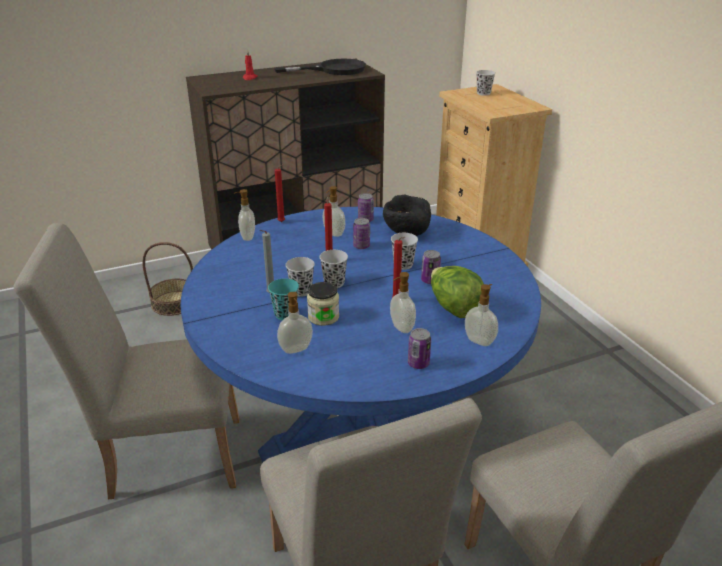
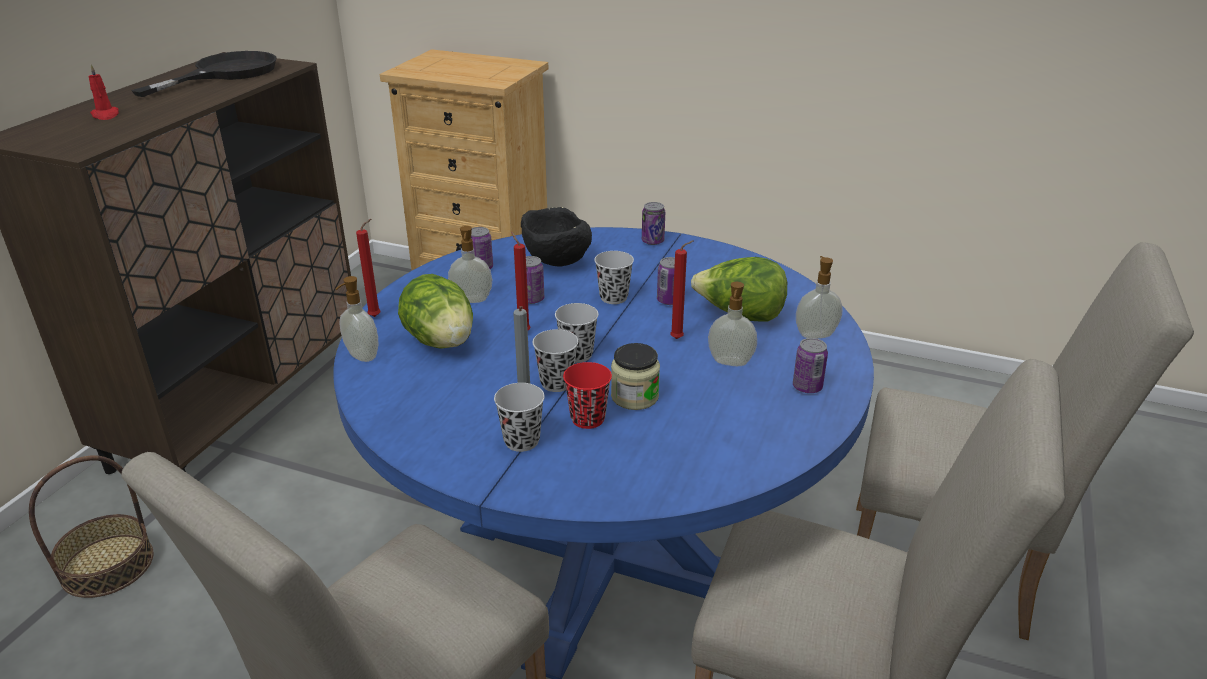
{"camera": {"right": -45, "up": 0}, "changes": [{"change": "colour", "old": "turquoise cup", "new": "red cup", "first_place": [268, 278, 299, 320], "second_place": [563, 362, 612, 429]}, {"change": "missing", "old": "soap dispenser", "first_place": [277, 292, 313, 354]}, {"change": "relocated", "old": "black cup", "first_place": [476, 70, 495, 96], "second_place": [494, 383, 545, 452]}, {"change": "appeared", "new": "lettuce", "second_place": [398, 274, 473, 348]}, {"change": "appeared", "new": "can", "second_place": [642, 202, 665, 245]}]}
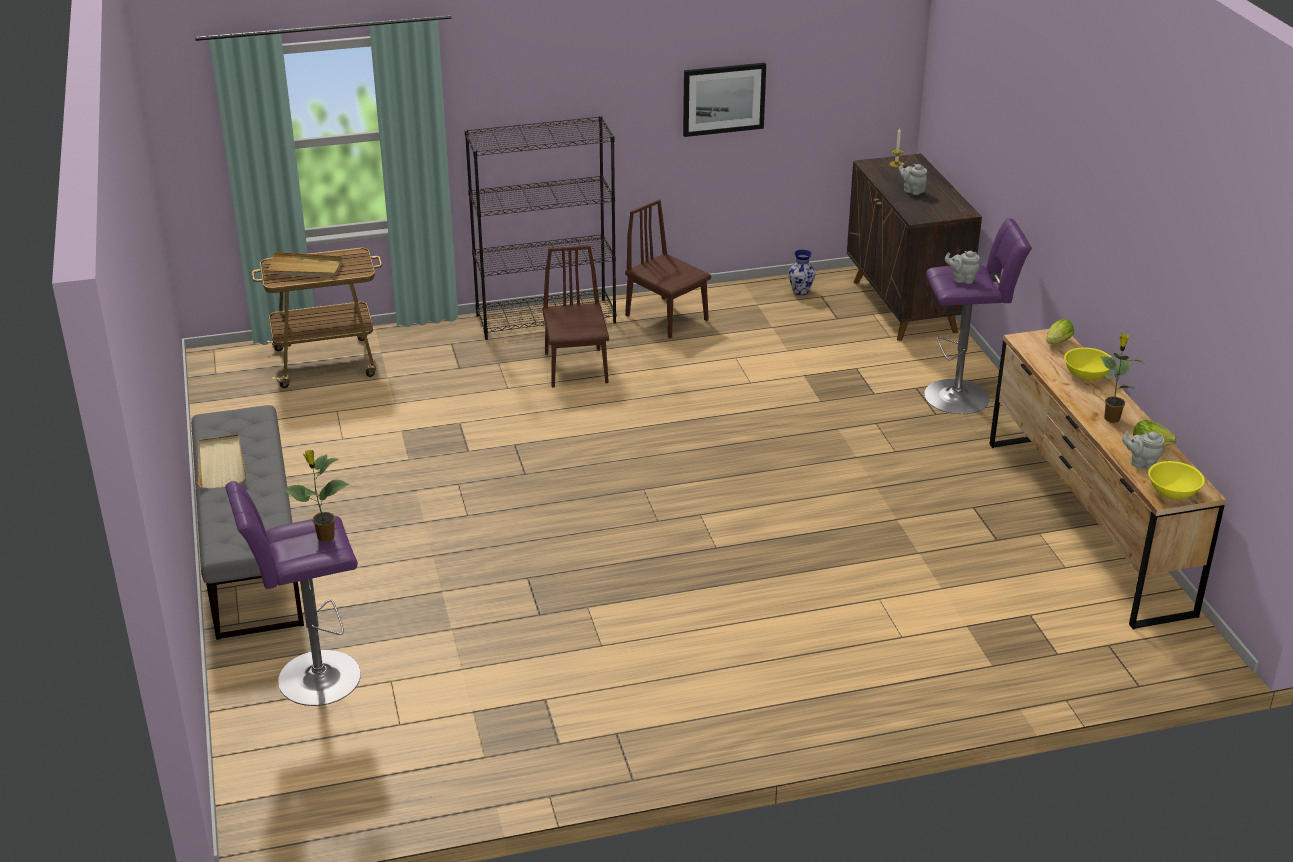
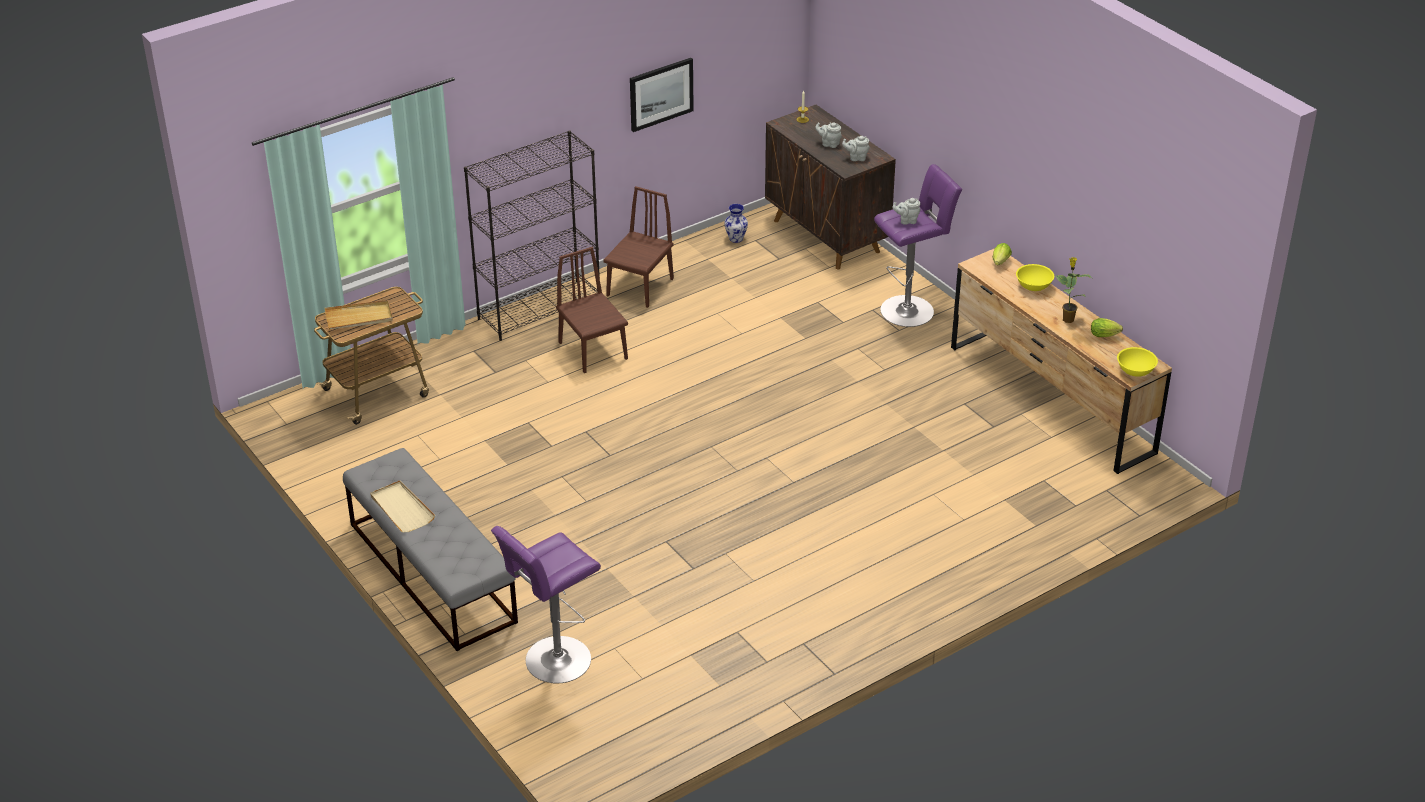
{"camera": {"right": -20, "up": 5}, "changes": [{"change": "missing", "old": "potted plant", "first_place": [283, 450, 350, 542]}, {"change": "spun", "old": "brown chair", "first_place": [625, 199, 711, 338], "second_place": [604, 186, 674, 308], "degrees": 90}, {"change": "relocated", "old": "grey teapot", "first_place": [1122, 432, 1164, 470], "second_place": [842, 136, 870, 161]}]}
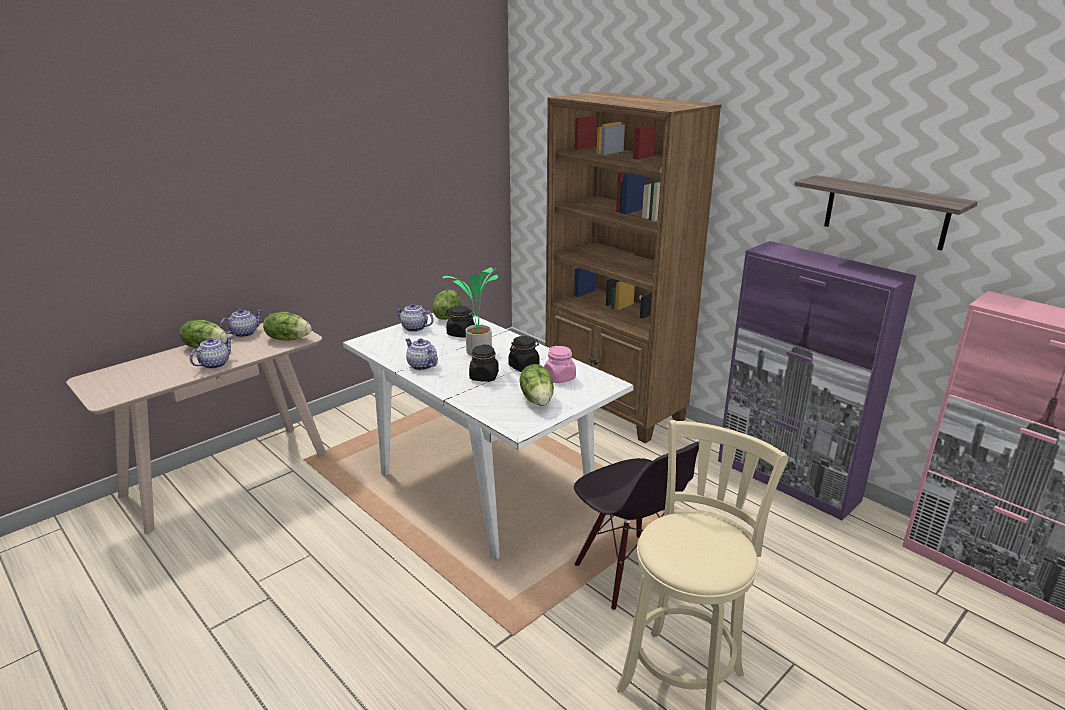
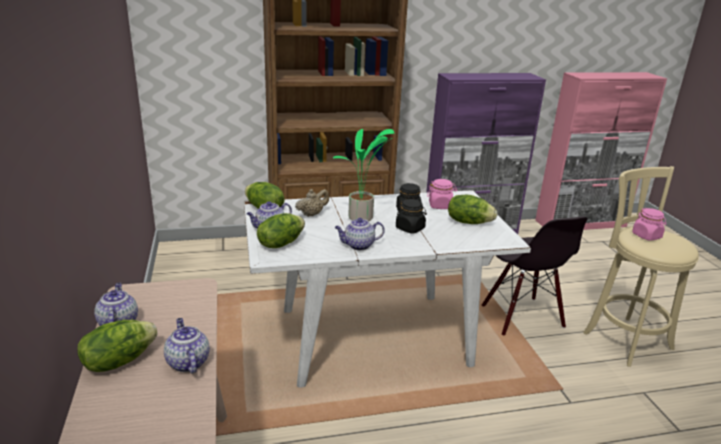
{"camera": {"right": -60, "up": 0}, "changes": [{"change": "relocated", "old": "lettuce", "first_place": [263, 312, 312, 341], "second_place": [257, 213, 305, 248]}, {"change": "exchanged", "old": "black jar", "new": "beige teapot", "first_place": [445, 305, 475, 338], "second_place": [295, 189, 329, 217]}, {"change": "spun", "old": "black chair", "first_place": [574, 442, 699, 611], "second_place": [482, 216, 588, 336], "degrees": 75}, {"change": "missing", "old": "shelf", "first_place": [794, 175, 978, 251]}, {"change": "appeared", "new": "pink jar", "second_place": [632, 208, 666, 241]}]}
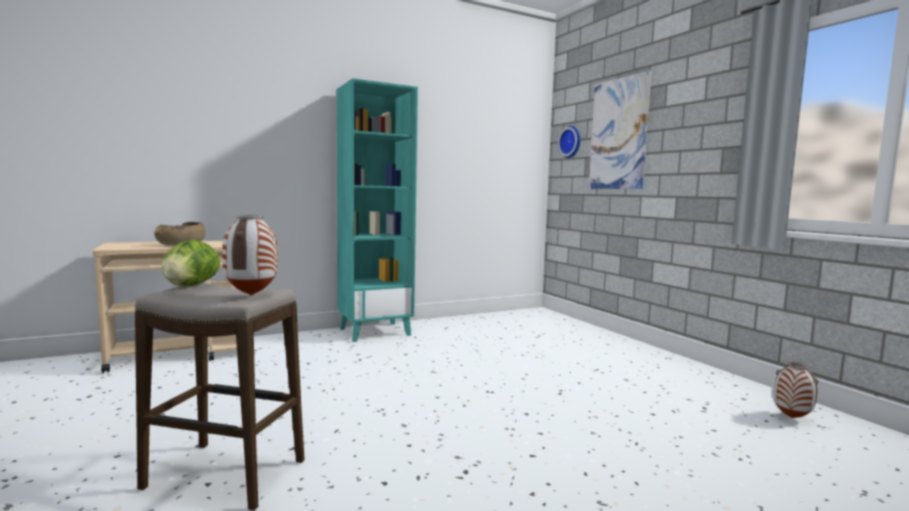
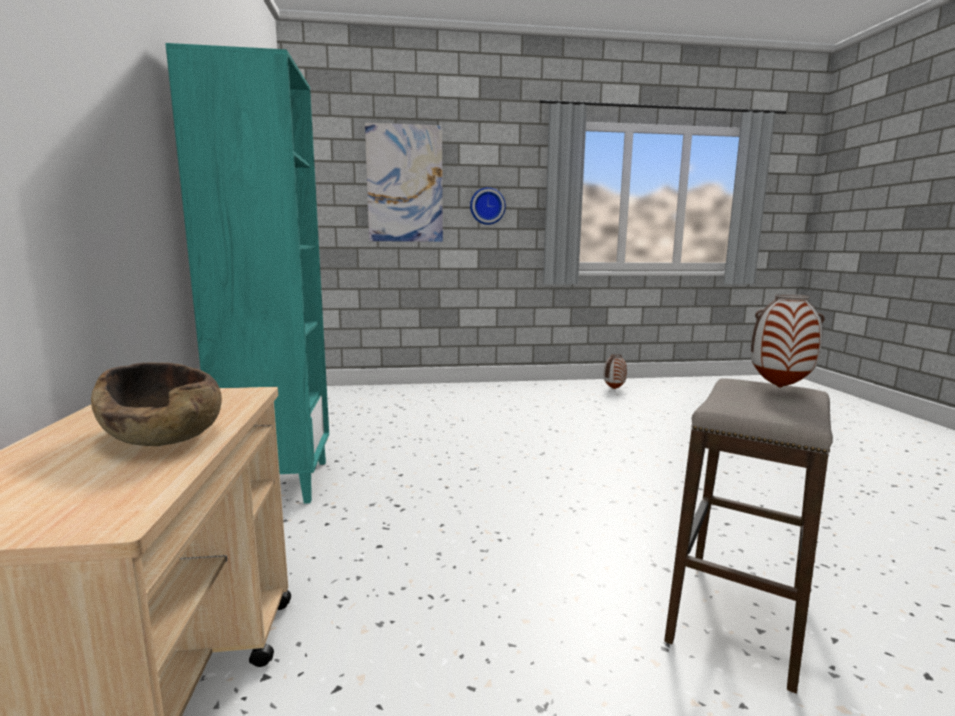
{"camera": {"right": -70, "up": 5}, "changes": [{"change": "missing", "old": "lettuce", "first_place": [162, 240, 220, 287]}, {"change": "relocated", "old": "wall clock", "first_place": [558, 126, 581, 158], "second_place": [470, 187, 506, 225]}]}
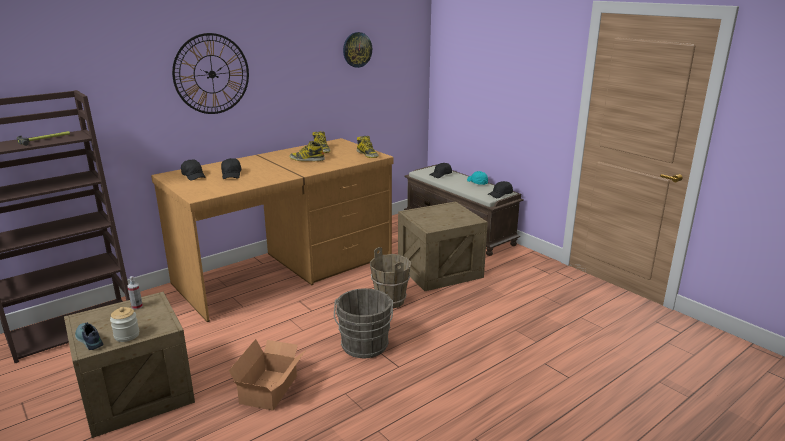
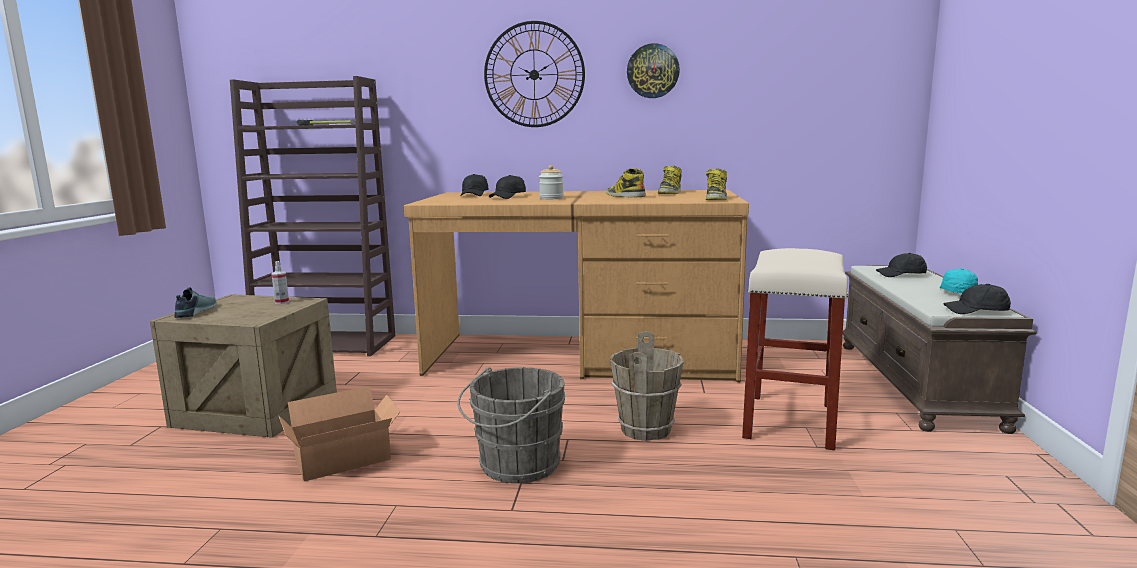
{"camera": {"right": 45, "up": -10}, "changes": [{"change": "relocated", "old": "jar", "first_place": [110, 307, 139, 342], "second_place": [539, 165, 564, 199]}, {"change": "relocated", "old": "wall clock", "first_place": [343, 32, 372, 68], "second_place": [627, 43, 680, 98]}, {"change": "exchanged", "old": "crate", "new": "beige stool", "first_place": [398, 202, 488, 291], "second_place": [742, 248, 848, 450]}]}
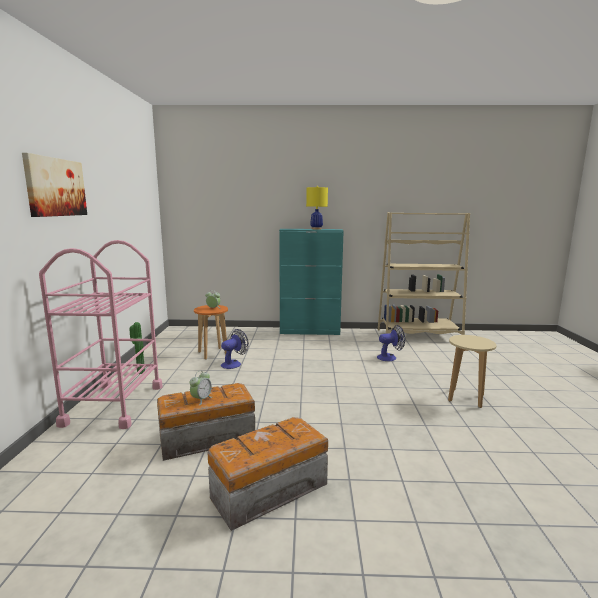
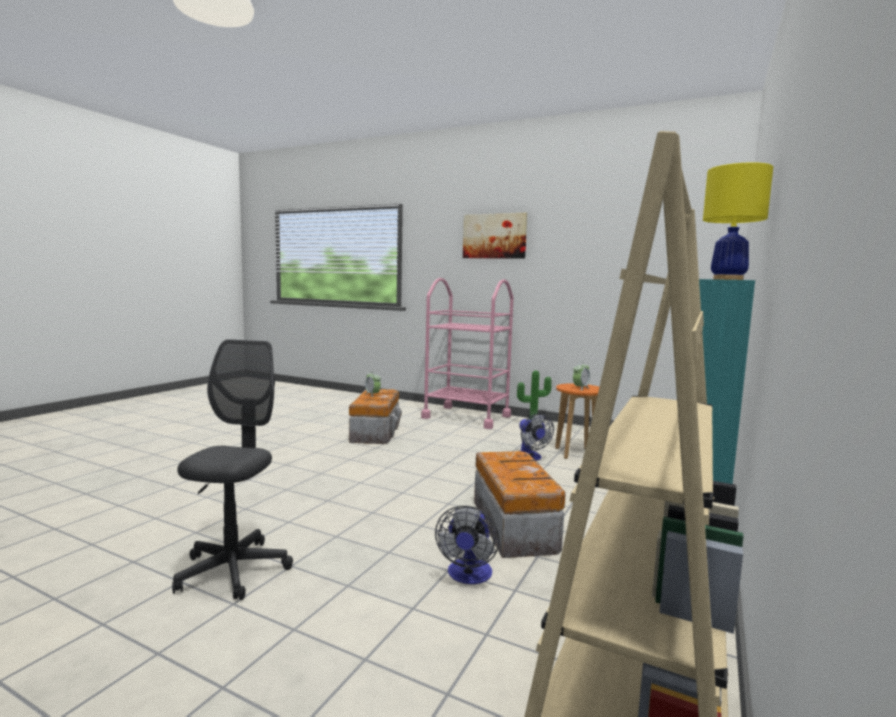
{"camera": {"right": 115, "up": -5}, "changes": [{"change": "relocated", "old": "storage box", "first_place": [207, 417, 328, 531], "second_place": [474, 451, 565, 558]}, {"change": "exchanged", "old": "beige stool", "new": "grey office chair", "first_place": [448, 335, 497, 408], "second_place": [172, 339, 293, 600]}]}
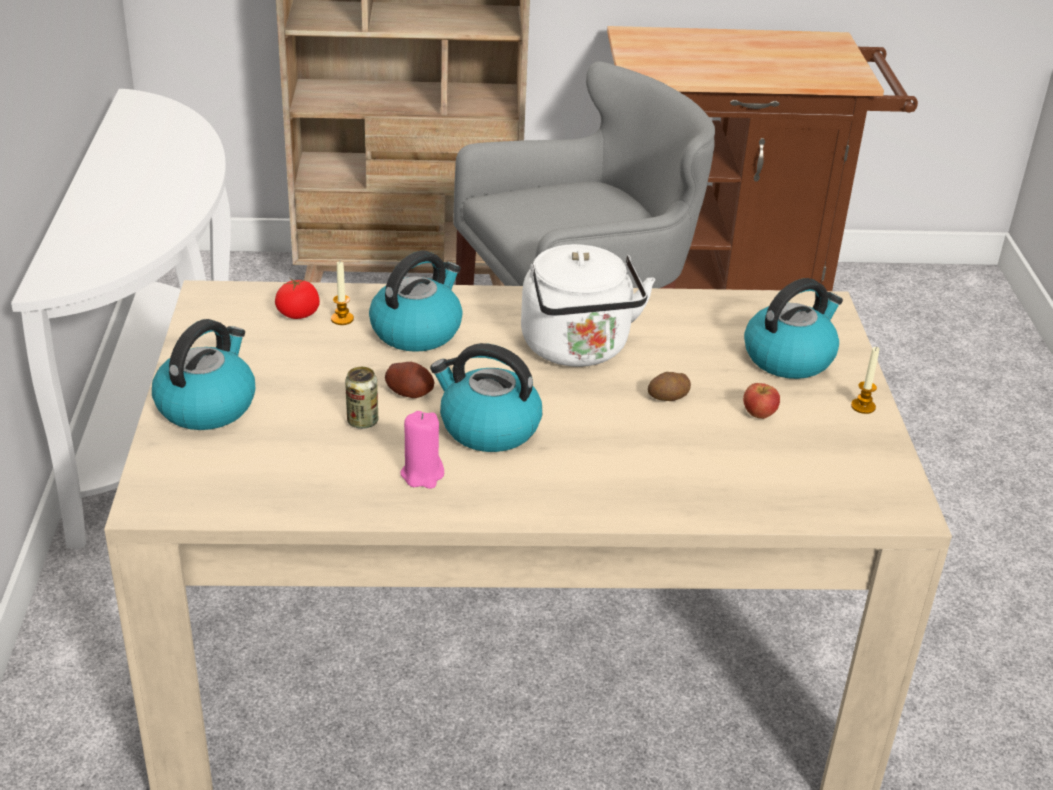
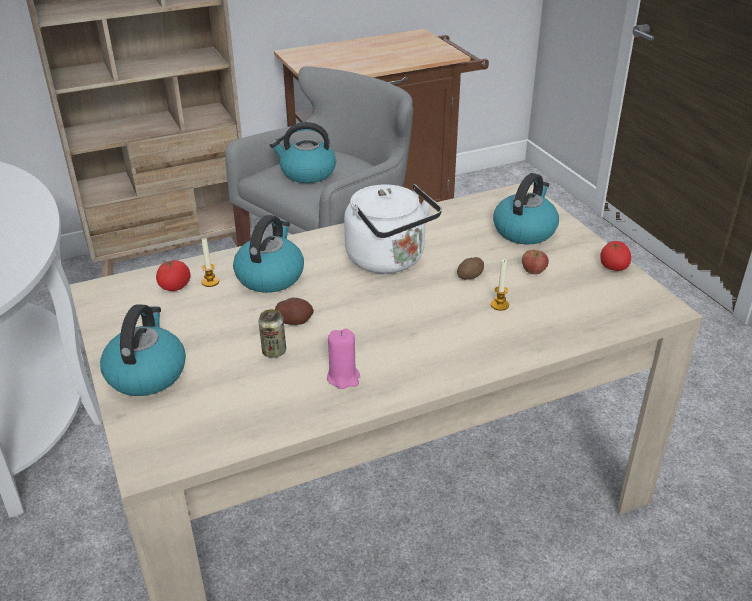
{"camera": {"right": -20, "up": 0}, "changes": [{"change": "relocated", "old": "kettle", "first_place": [430, 343, 542, 452], "second_place": [270, 122, 336, 183]}, {"change": "relocated", "old": "candle", "first_place": [851, 346, 880, 414], "second_place": [491, 259, 509, 311]}, {"change": "appeared", "new": "tomato", "second_place": [600, 241, 631, 271]}]}
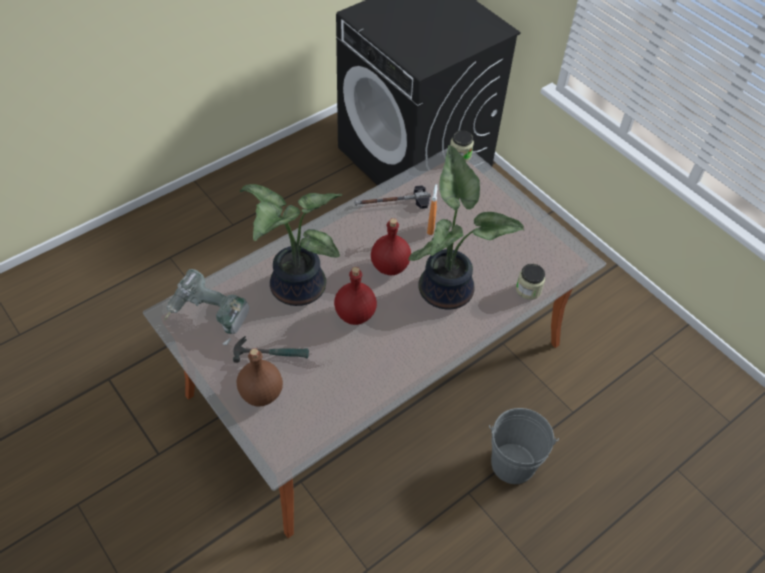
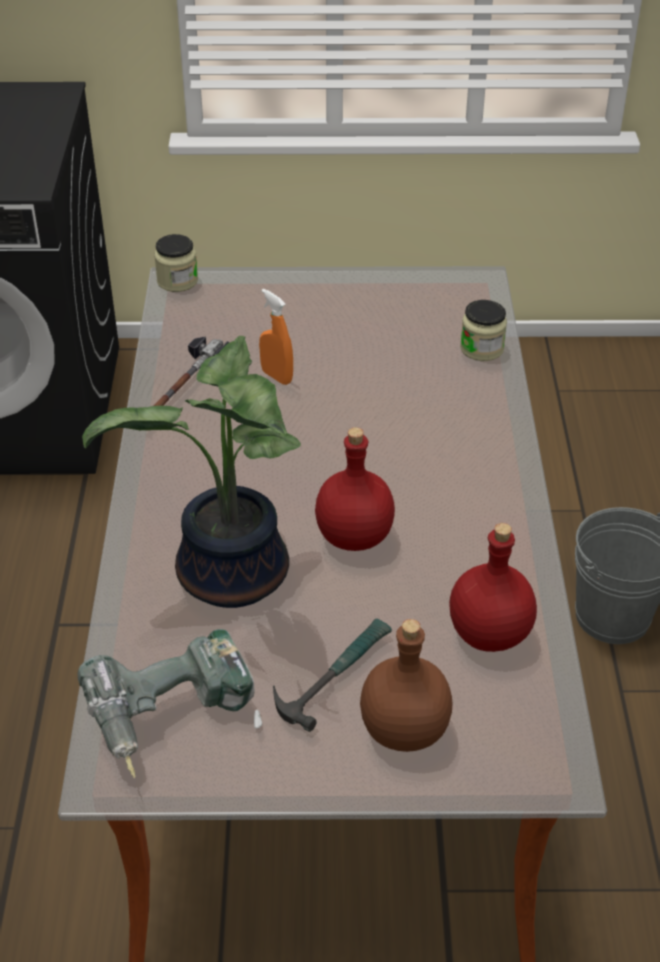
{"camera": {"right": -50, "up": -10}, "changes": [{"change": "relocated", "old": "red bottle", "first_place": [371, 218, 411, 275], "second_place": [449, 523, 537, 652]}, {"change": "missing", "old": "potted plant", "first_place": [408, 145, 524, 309]}]}
